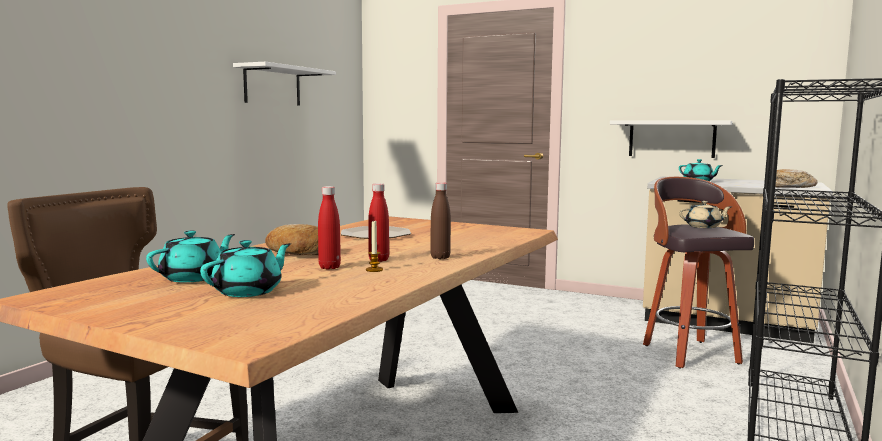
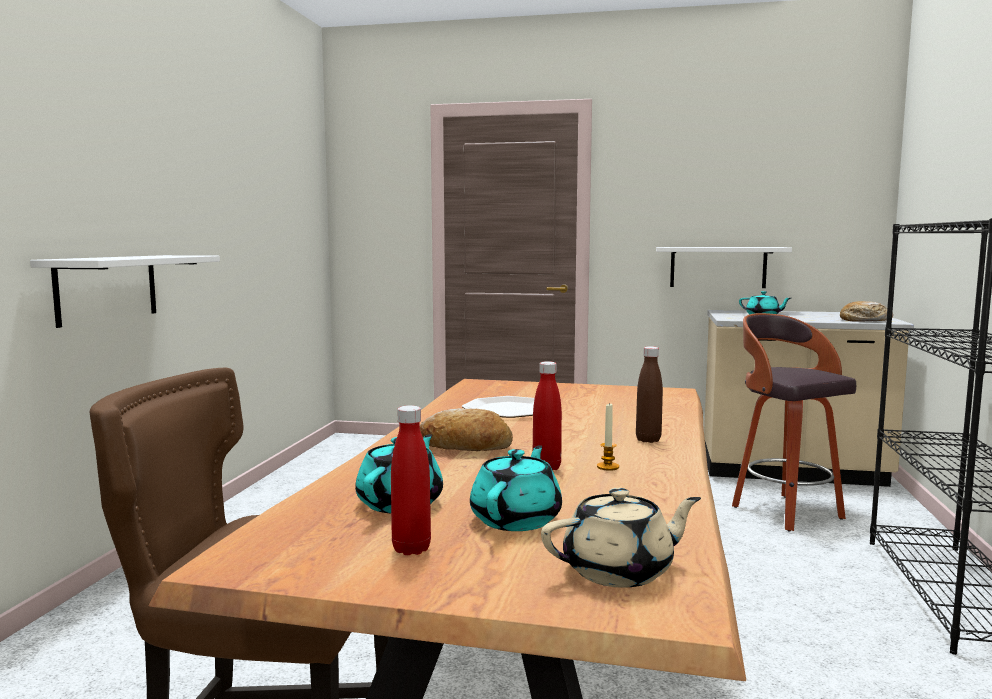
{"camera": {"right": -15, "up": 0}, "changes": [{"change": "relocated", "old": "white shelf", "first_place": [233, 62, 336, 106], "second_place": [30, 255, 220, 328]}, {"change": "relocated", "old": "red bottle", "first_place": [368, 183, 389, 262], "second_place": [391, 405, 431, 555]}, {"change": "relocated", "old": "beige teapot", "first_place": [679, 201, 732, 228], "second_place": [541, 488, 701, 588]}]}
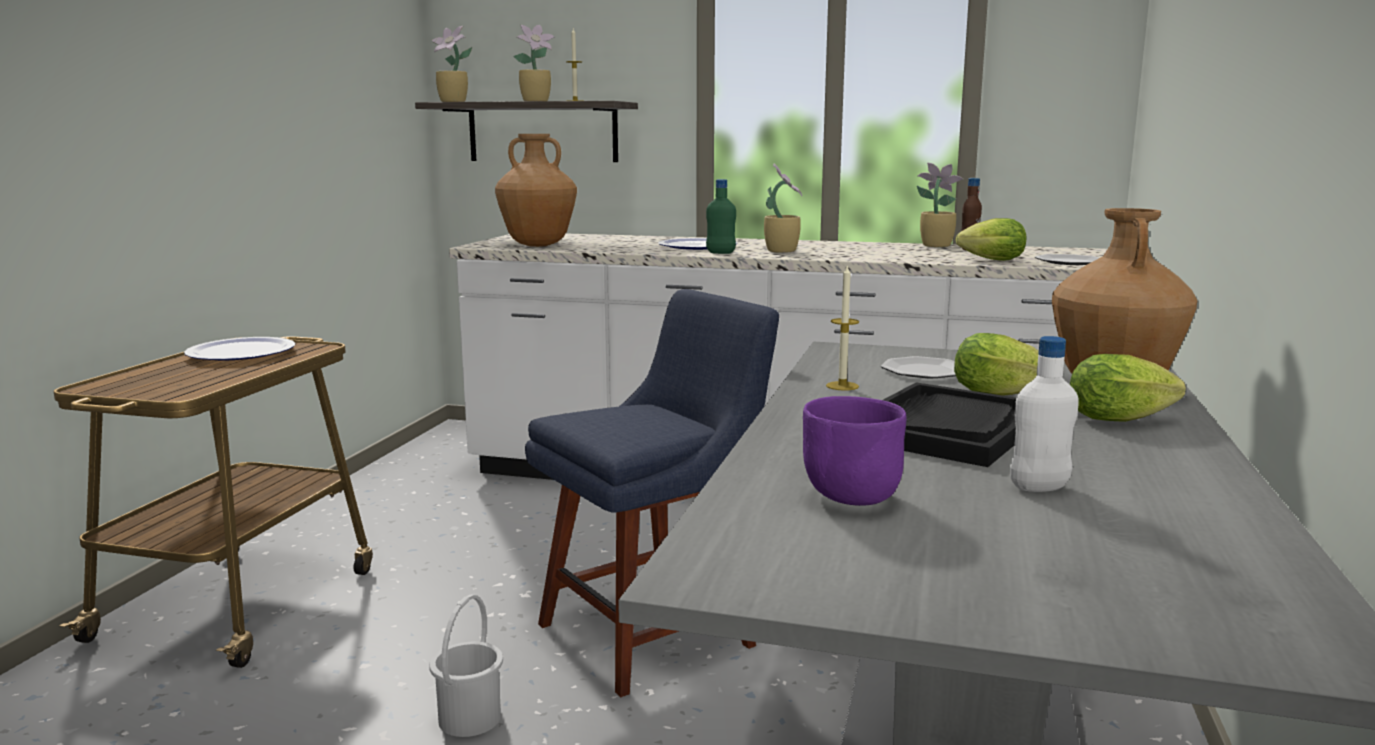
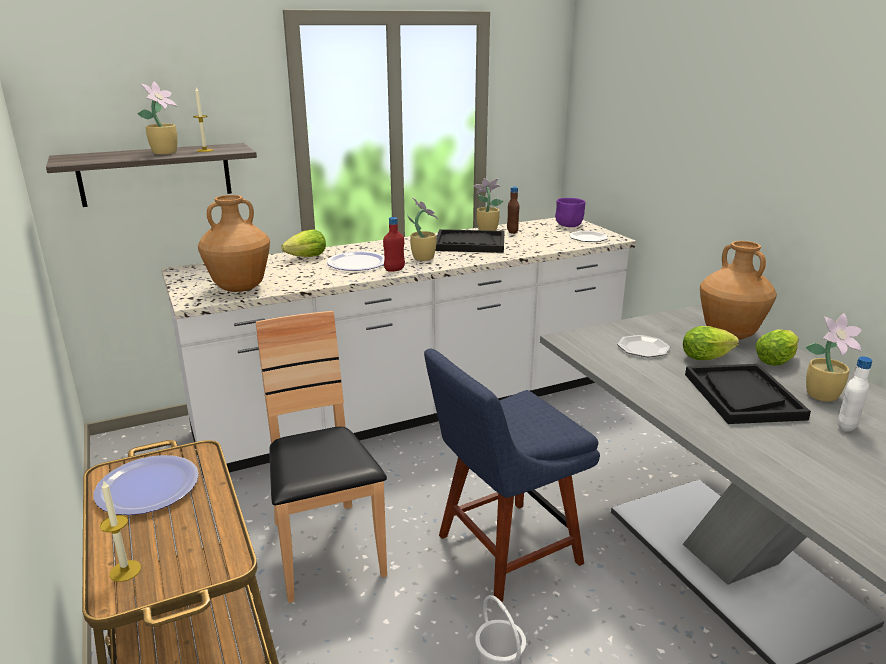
{"camera": {"right": -40, "up": 10}, "changes": [{"change": "relocated", "old": "potted plant", "first_place": [432, 26, 472, 102], "second_place": [805, 313, 862, 402]}, {"change": "spun", "old": "blue chair", "first_place": [525, 289, 779, 697], "second_place": [424, 349, 600, 603], "degrees": -135}, {"change": "colour", "old": "green bottle", "new": "red bottle", "first_place": [706, 179, 736, 254], "second_place": [383, 217, 405, 272]}, {"change": "relocated", "old": "purple bowl", "first_place": [803, 396, 907, 506], "second_place": [555, 198, 586, 227]}, {"change": "relocated", "old": "candle", "first_place": [826, 264, 859, 391], "second_place": [100, 481, 141, 582]}, {"change": "relocated", "old": "lettuce", "first_place": [955, 218, 1026, 261], "second_place": [282, 230, 326, 257]}, {"change": "appeared", "new": "brown chair", "second_place": [256, 311, 387, 603]}, {"change": "appeared", "new": "black tray", "second_place": [435, 229, 505, 253]}]}
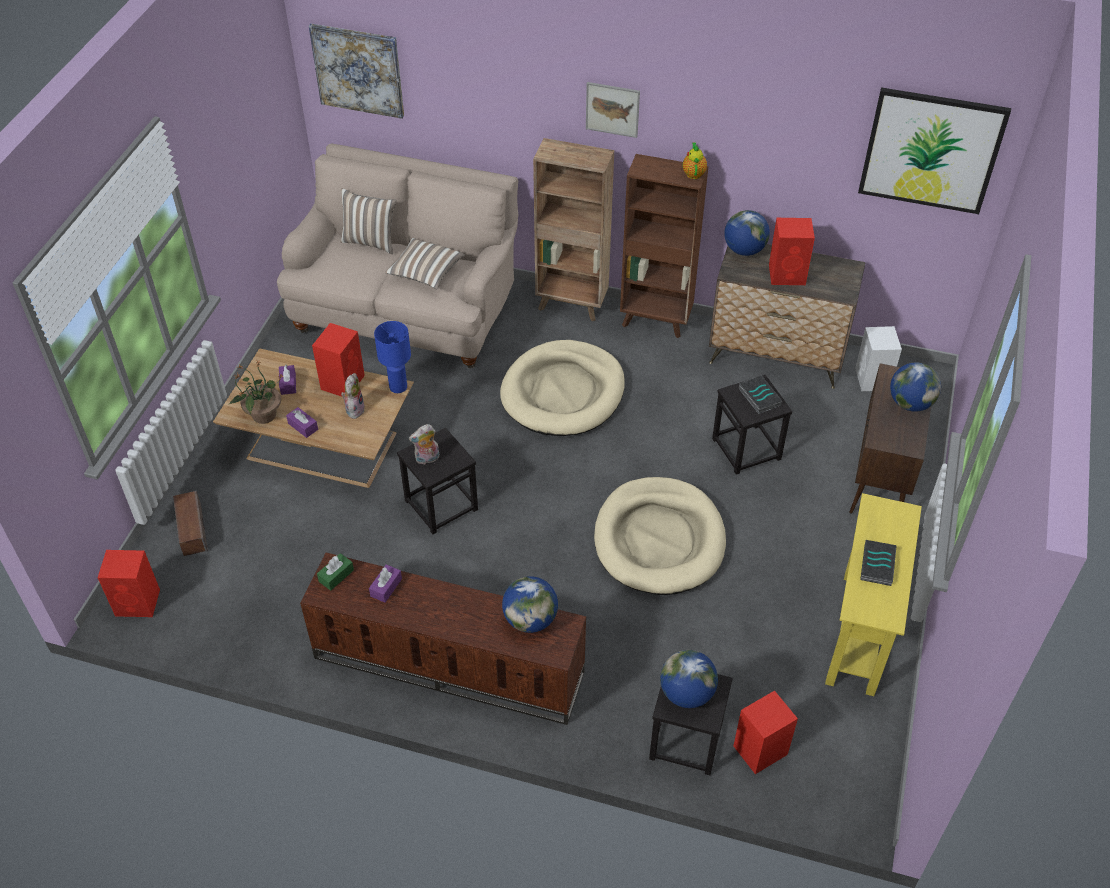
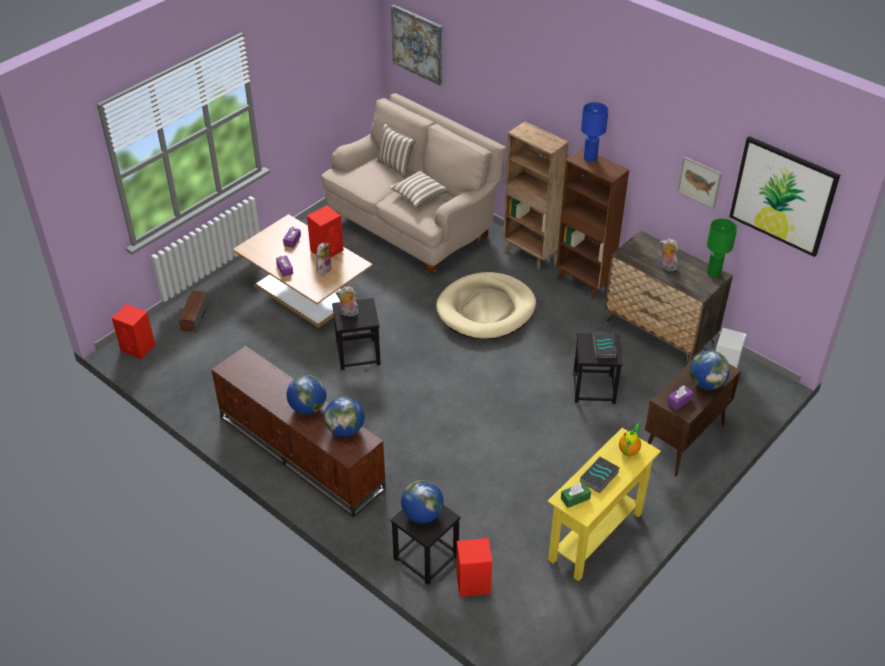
{"camera": {"right": 25, "up": -5}, "changes": [{"change": "missing", "old": "potted plant", "first_place": [229, 361, 284, 424]}, {"change": "relocated", "old": "green tissue box", "first_place": [317, 553, 354, 591], "second_place": [561, 482, 591, 508]}, {"change": "relocated", "old": "purple tissue box", "first_place": [369, 564, 402, 603], "second_place": [667, 385, 694, 410]}, {"change": "relocated", "old": "blue table lamp", "first_place": [374, 321, 411, 393], "second_place": [581, 102, 609, 162]}, {"change": "relocated", "old": "picture", "first_place": [586, 82, 640, 138], "second_place": [677, 157, 722, 209]}, {"change": "missing", "old": "beige dog bed", "first_place": [594, 477, 726, 595]}, {"change": "relocated", "old": "teapot", "first_place": [683, 143, 707, 179], "second_place": [619, 424, 641, 456]}, {"change": "relocated", "old": "globe", "first_place": [724, 210, 770, 256], "second_place": [287, 375, 326, 414]}, {"change": "exchanged", "old": "red speaker", "new": "plush toy", "first_place": [769, 218, 815, 285], "second_place": [659, 239, 679, 271]}, {"change": "appeared", "new": "green table lamp", "second_place": [707, 219, 737, 277]}]}
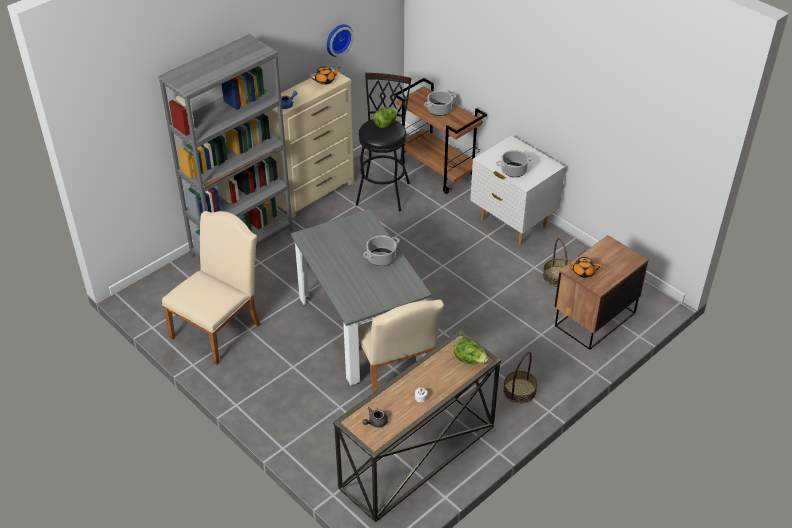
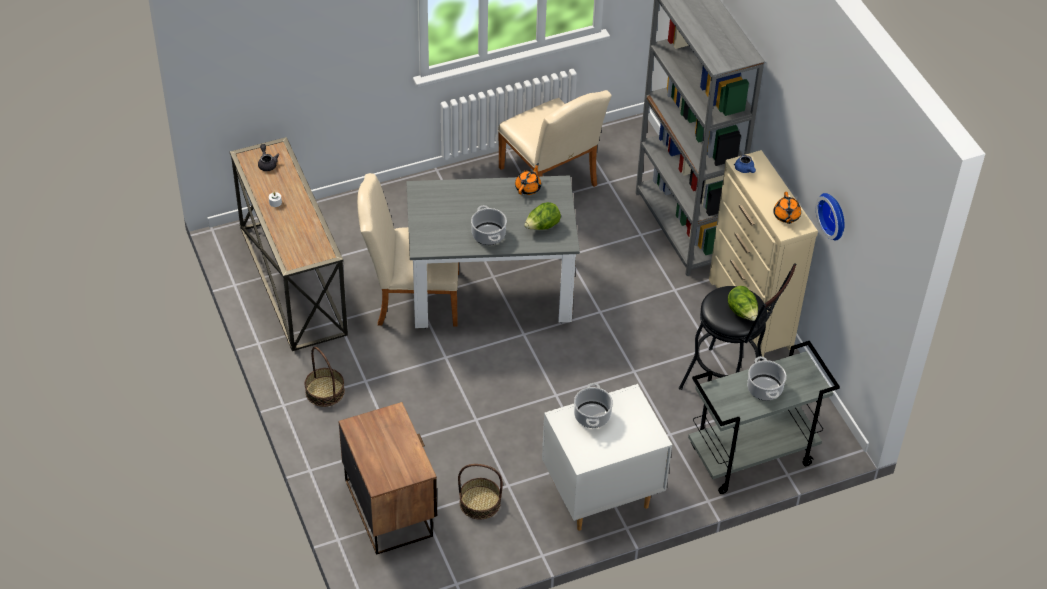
{"camera": {"right": 110, "up": 5}, "changes": [{"change": "colour", "old": "brown cart", "new": "grey cart", "first_place": [395, 78, 487, 194], "second_place": [688, 341, 840, 494]}, {"change": "relocated", "old": "lettuce", "first_place": [454, 337, 488, 364], "second_place": [524, 202, 561, 230]}, {"change": "relocated", "old": "orange teapot", "first_place": [566, 257, 602, 278], "second_place": [515, 163, 541, 195]}]}
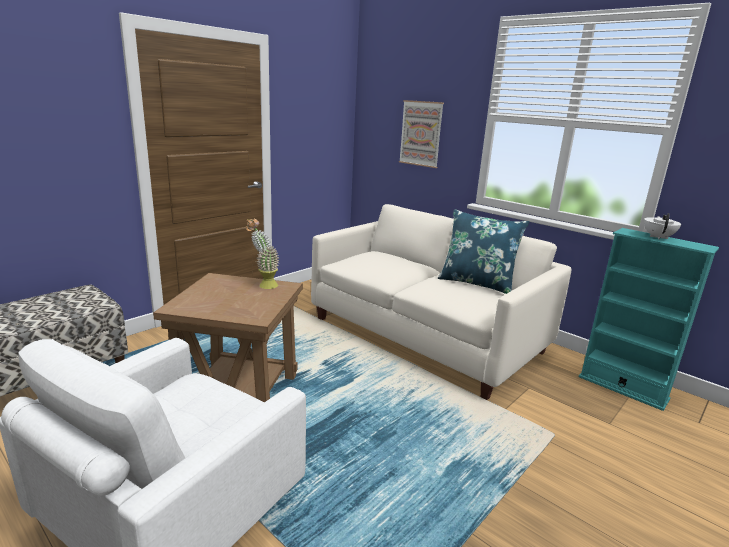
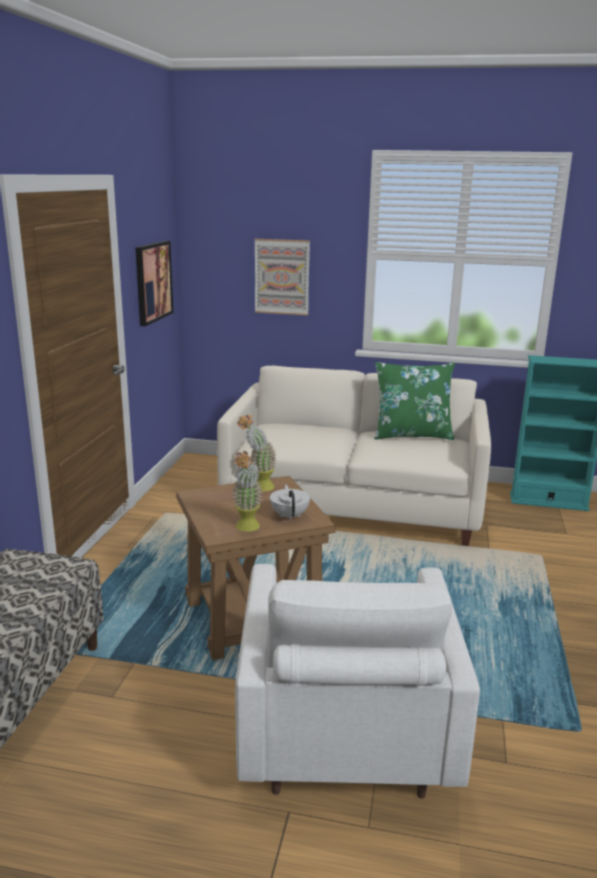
{"camera": {"right": -30, "up": 0}, "changes": [{"change": "colour", "old": "blue pillow", "new": "green pillow", "first_place": [438, 209, 530, 294], "second_place": [374, 362, 455, 440]}, {"change": "relocated", "old": "white teapot", "first_place": [644, 213, 681, 240], "second_place": [270, 484, 310, 520]}, {"change": "appeared", "new": "picture", "second_place": [135, 241, 173, 326]}, {"change": "appeared", "new": "potted plant", "second_place": [232, 451, 263, 532]}]}
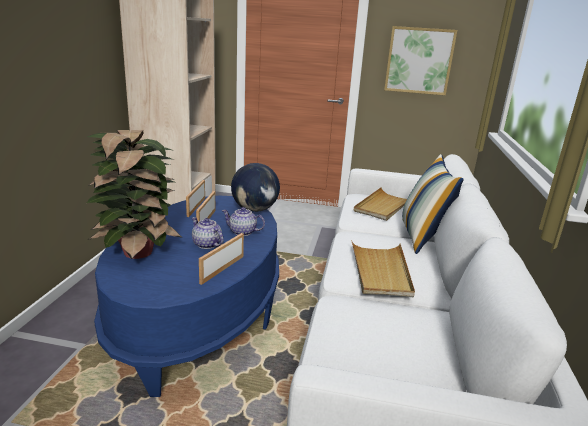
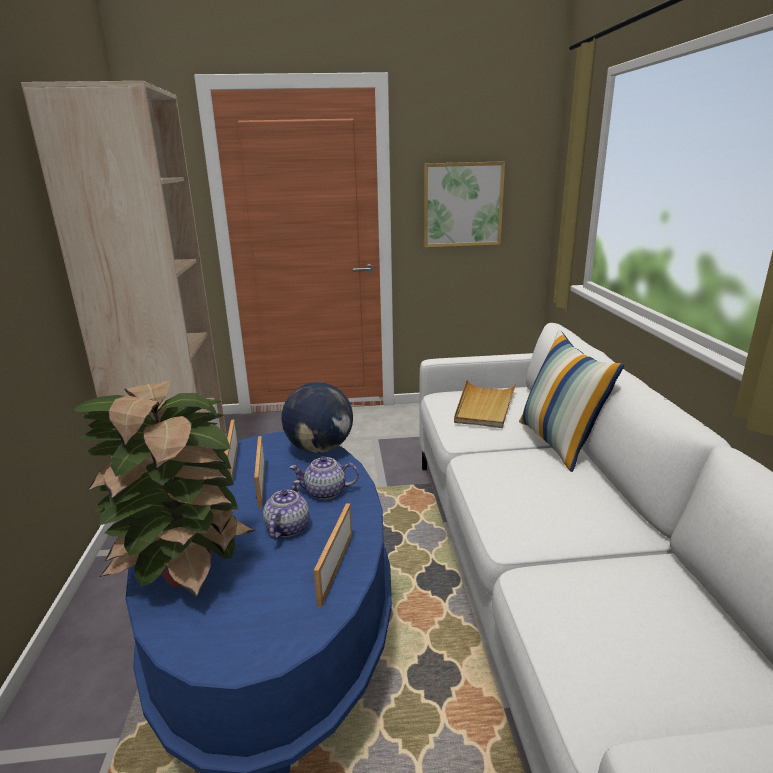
{"camera": {"right": -15, "up": 0}, "changes": [{"change": "spun", "old": "teapot", "first_place": [192, 217, 223, 249], "second_place": [263, 480, 309, 540], "degrees": 75}, {"change": "missing", "old": "beige tray", "first_place": [351, 240, 415, 297]}]}
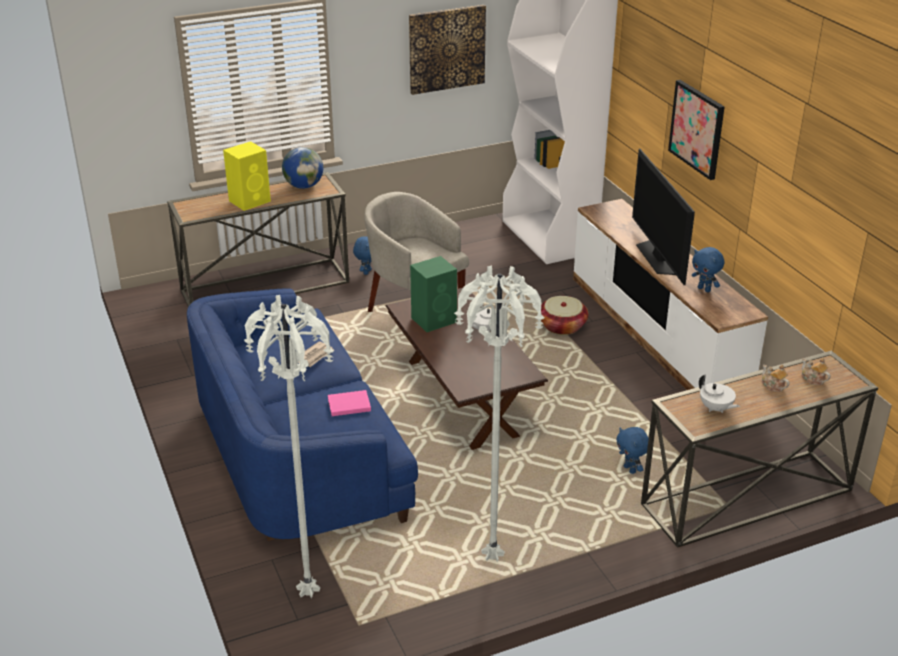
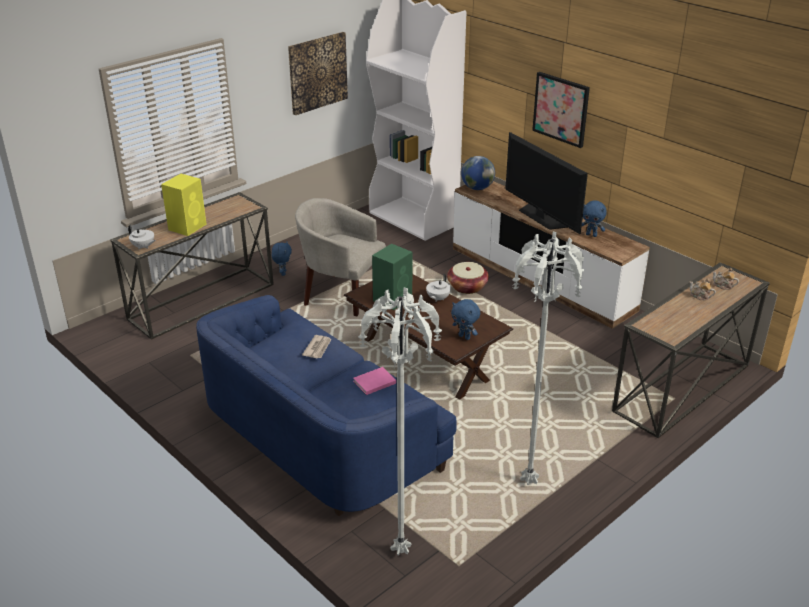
{"camera": {"right": -20, "up": 0}, "changes": [{"change": "relocated", "old": "globe", "first_place": [282, 147, 323, 189], "second_place": [461, 156, 495, 190]}, {"change": "relocated", "old": "blue plush toy", "first_place": [616, 427, 649, 474], "second_place": [451, 299, 480, 340]}, {"change": "relocated", "old": "white teapot", "first_place": [699, 375, 740, 413], "second_place": [128, 225, 156, 250]}]}
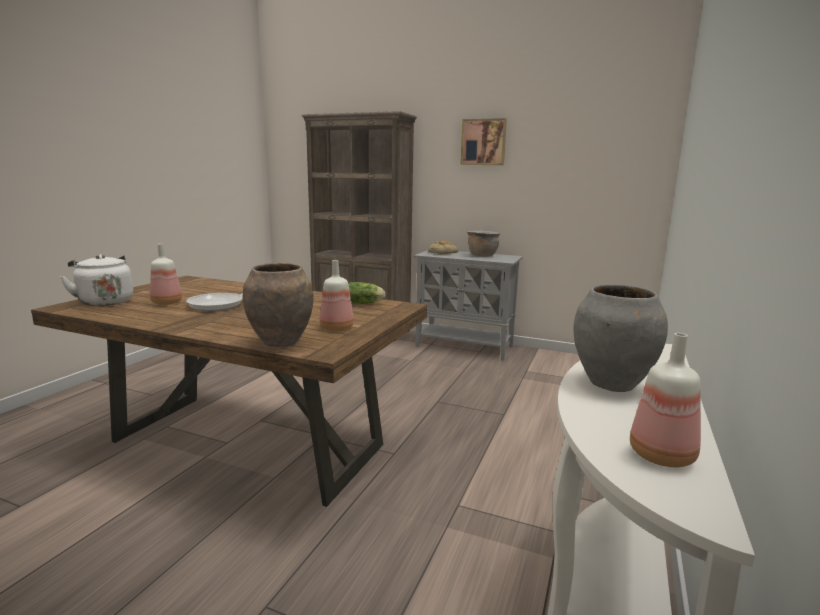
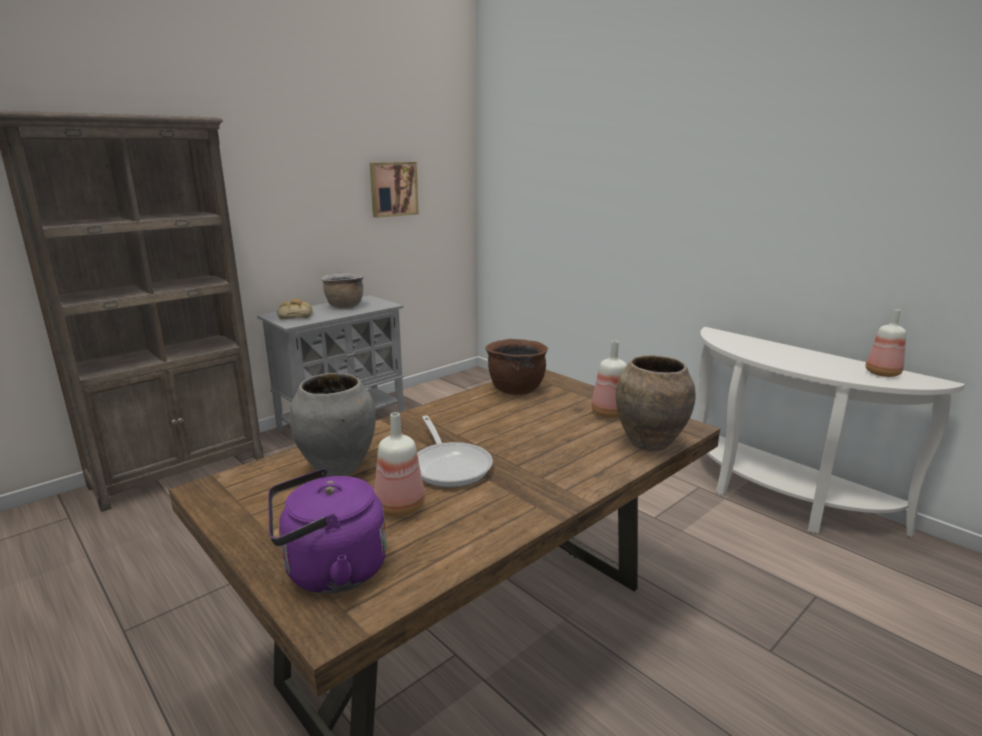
{"camera": {"right": -65, "up": 5}, "changes": [{"change": "colour", "old": "white kettle", "new": "purple kettle", "first_place": [60, 254, 133, 306], "second_place": [268, 468, 387, 594]}, {"change": "exchanged", "old": "lettuce", "new": "brown cooking pot", "first_place": [348, 282, 385, 304], "second_place": [485, 339, 548, 395]}, {"change": "relocated", "old": "picture", "first_place": [460, 118, 507, 165], "second_place": [370, 162, 419, 218]}, {"change": "relocated", "old": "grey vase", "first_place": [574, 284, 668, 392], "second_place": [290, 373, 376, 477]}]}
